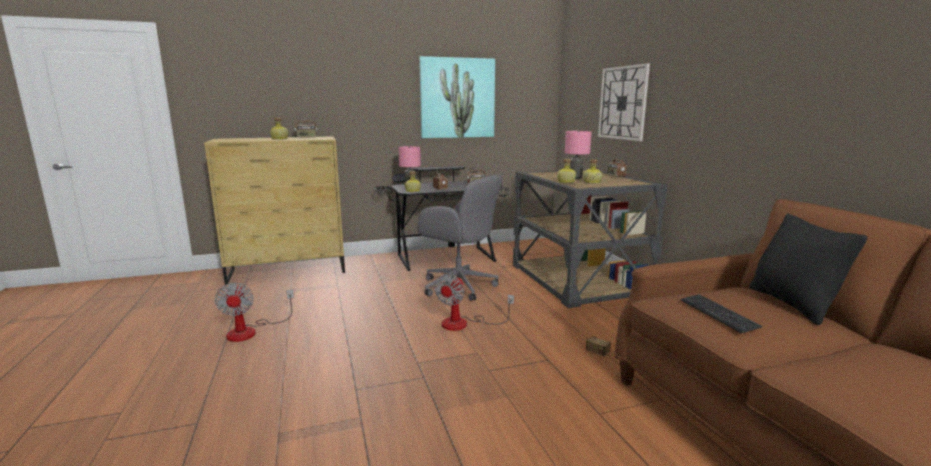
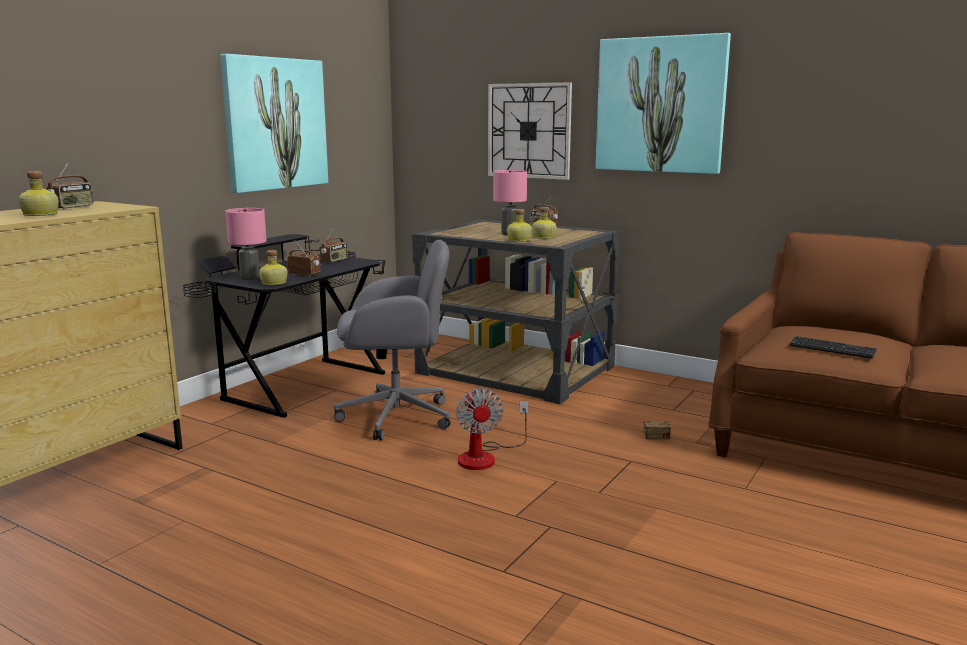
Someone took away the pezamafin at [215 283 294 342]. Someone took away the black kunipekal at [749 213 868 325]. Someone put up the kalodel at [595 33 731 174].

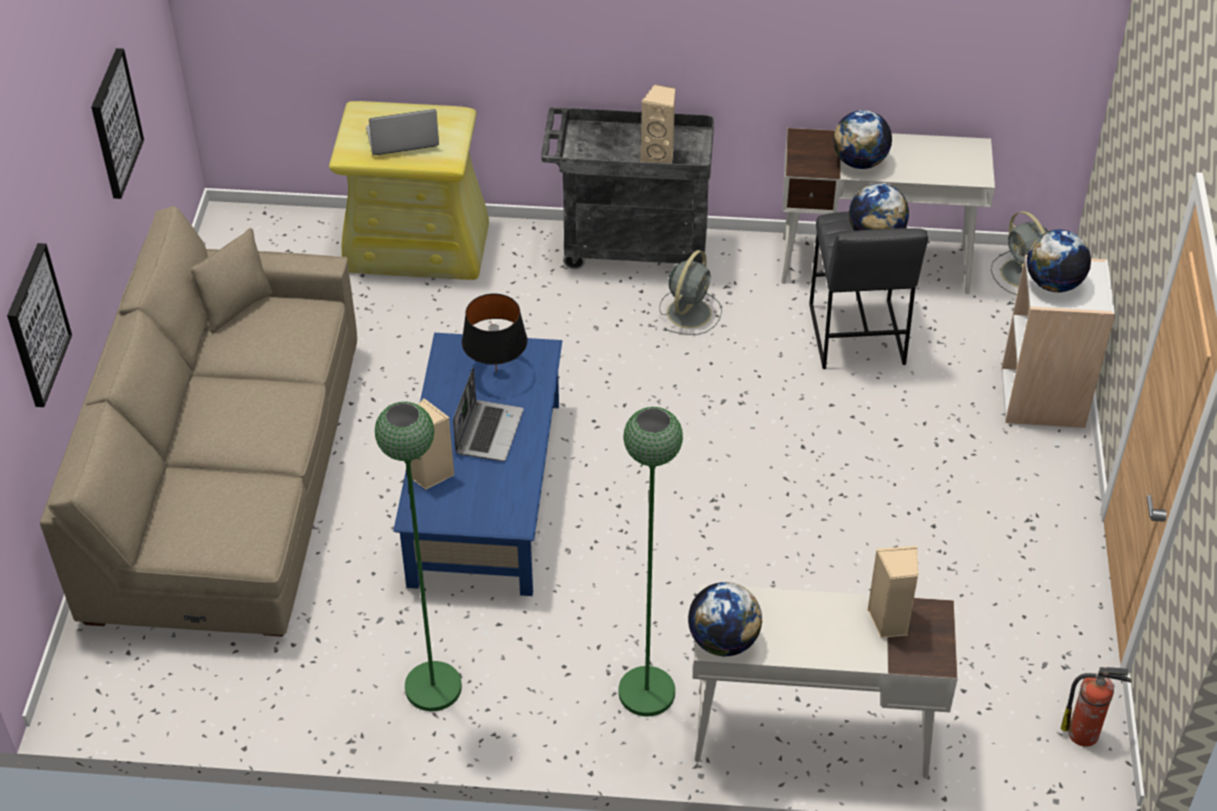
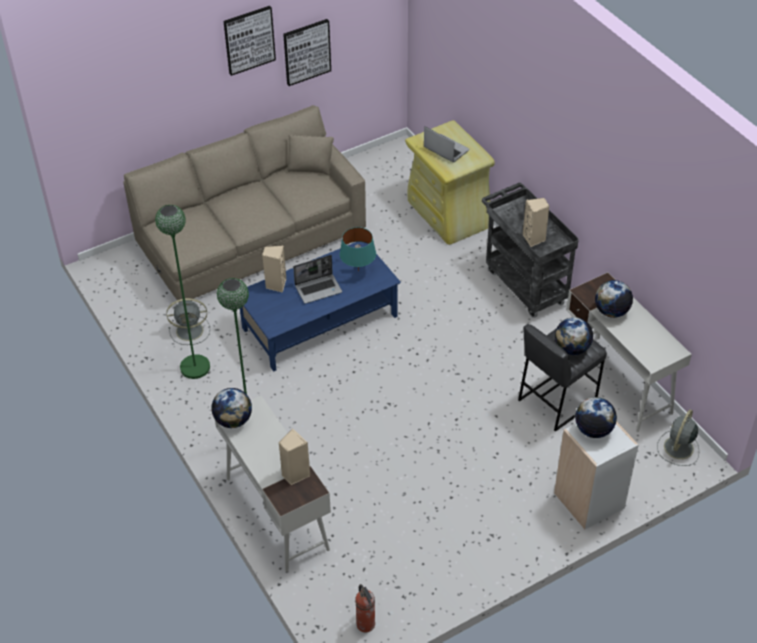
Someone carried the kalodel from [7 243 72 407] to [223 6 276 76]. Someone carried the grey pezamafin from [659 250 722 335] to [166 298 210 345]. Someone repainted the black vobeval at [462 294 527 372], which became the turquoise vobeval at [340 227 376 272].

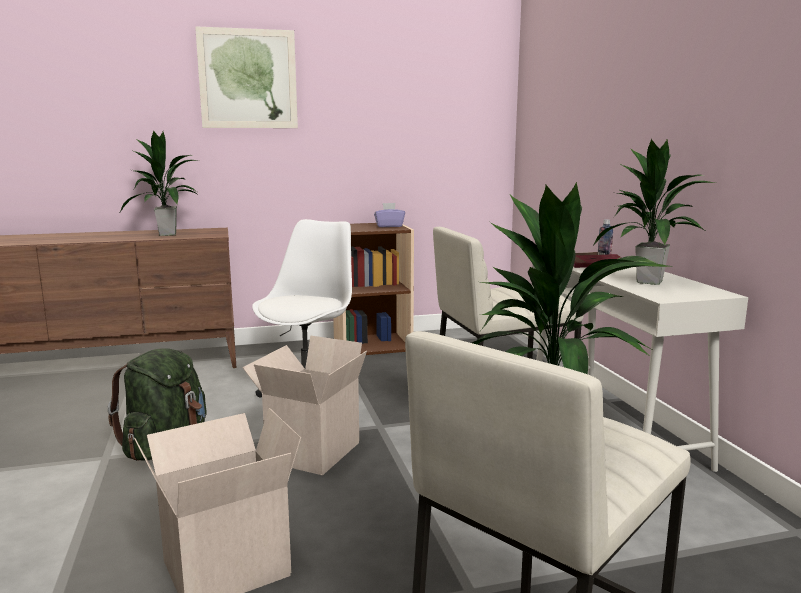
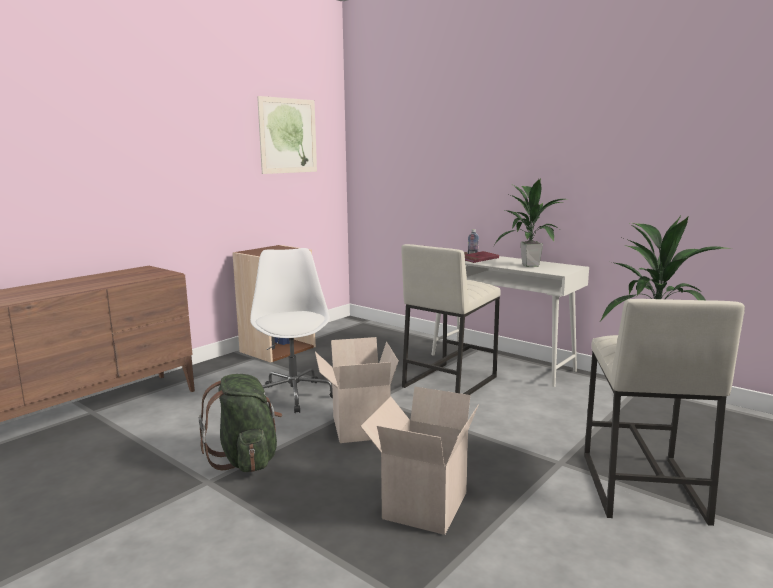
Someone took away the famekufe at [120 131 200 236]. Someone took away the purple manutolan at [374 203 405 227]. Someone carried the kalodel from [195 26 298 128] to [257 96 317 174].

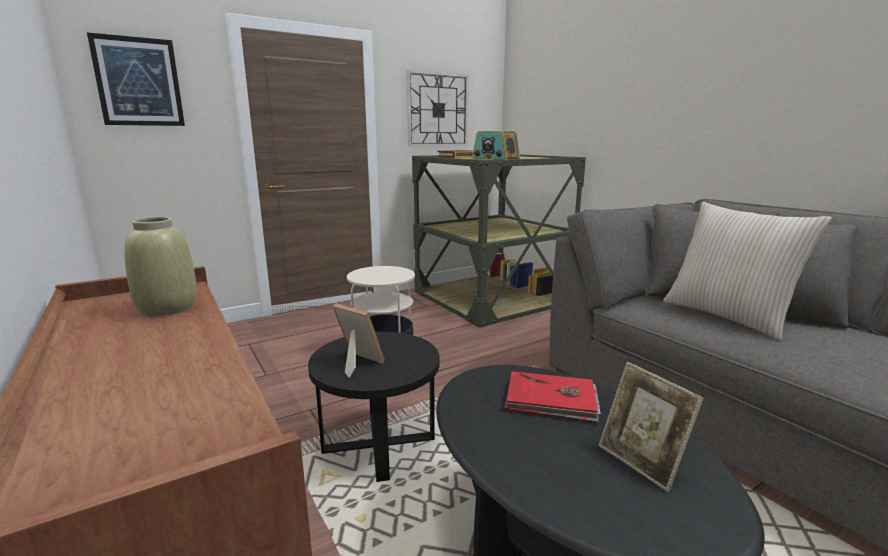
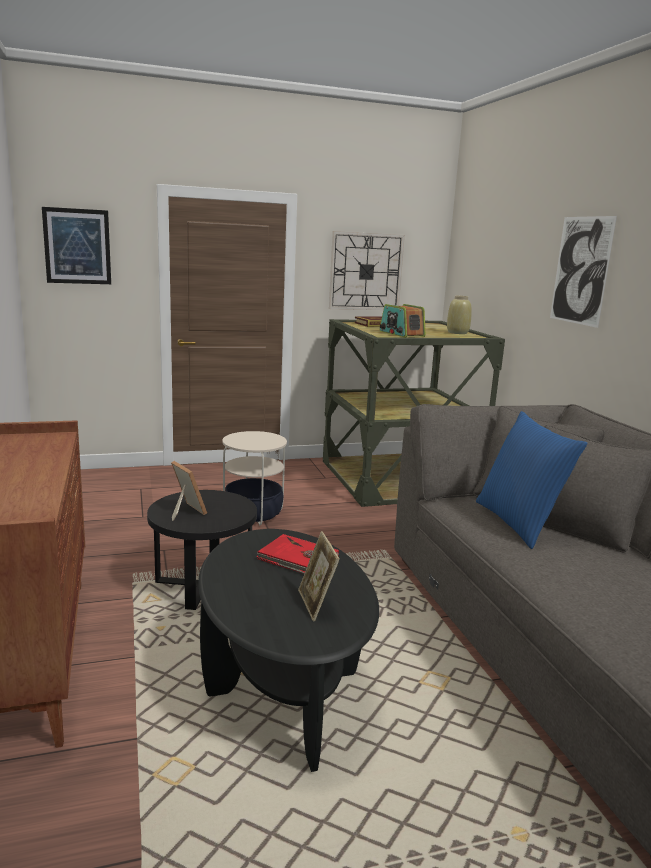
Someone put up the kalodel at [550 216 617 328]. Someone carried the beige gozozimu from [124 217 197 316] to [447 295 472 334]. Someone repainted the beige kunipekal at [663 202 832 341], which became the blue kunipekal at [476 411 587 549].

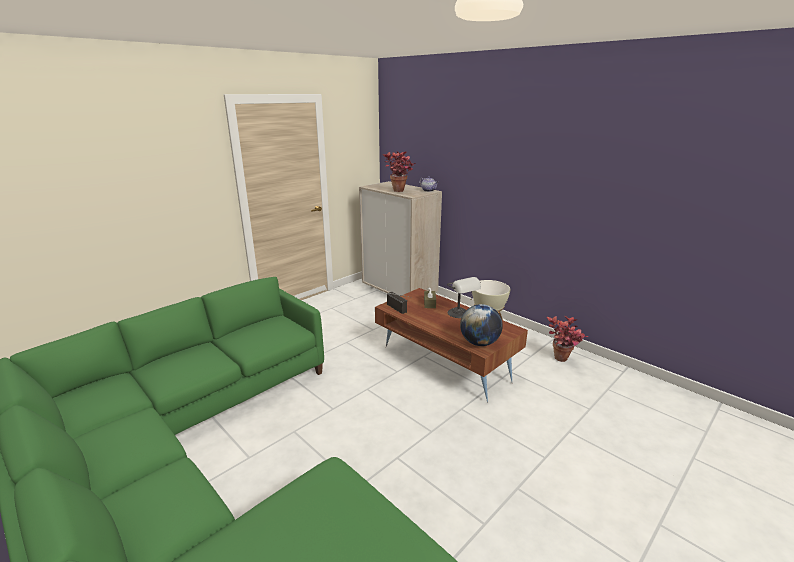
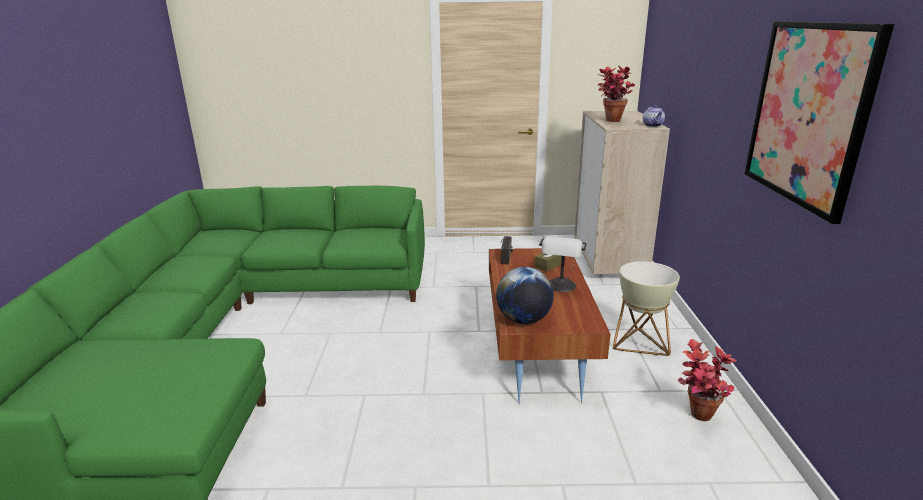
Someone put up the kalodel at [744 21 894 224].

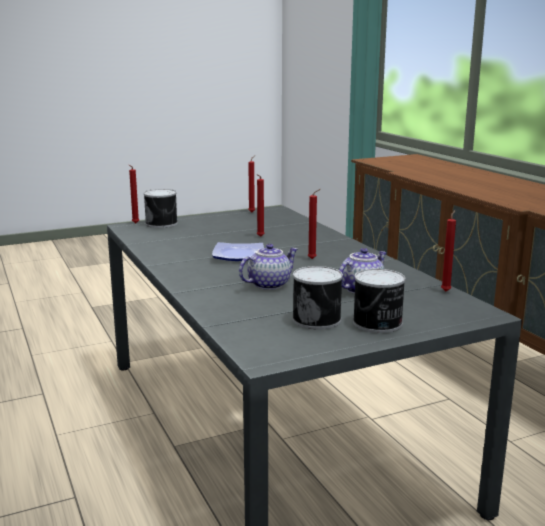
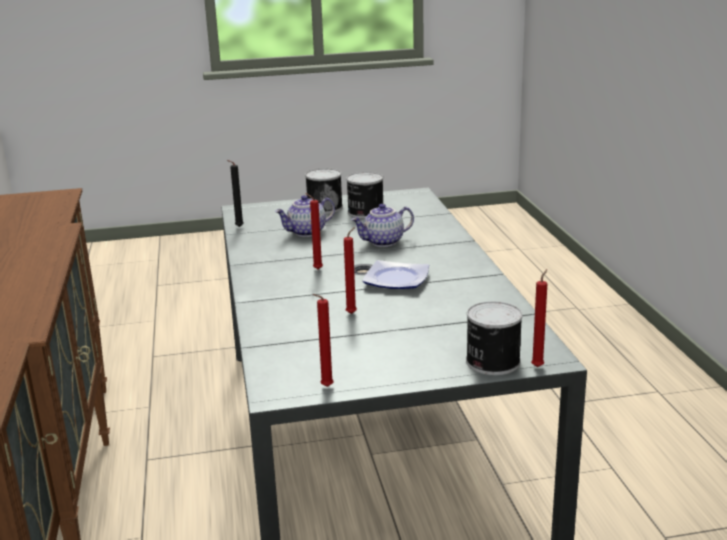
Someone repainted the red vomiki at [441 210 456 291], which became the black vomiki at [227 160 244 227].

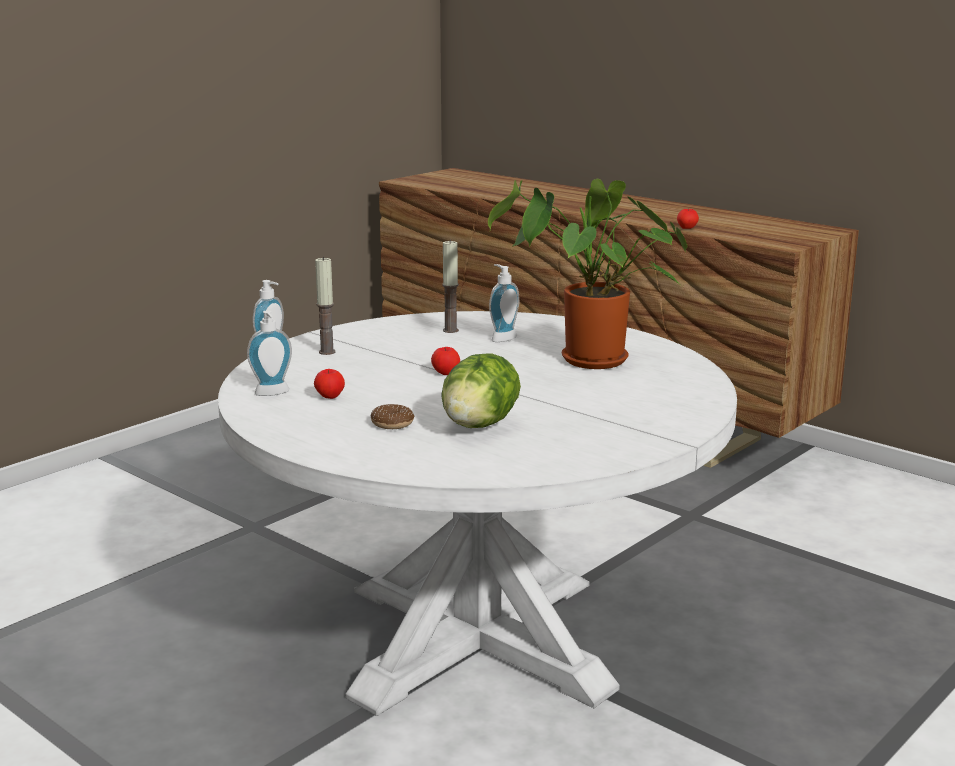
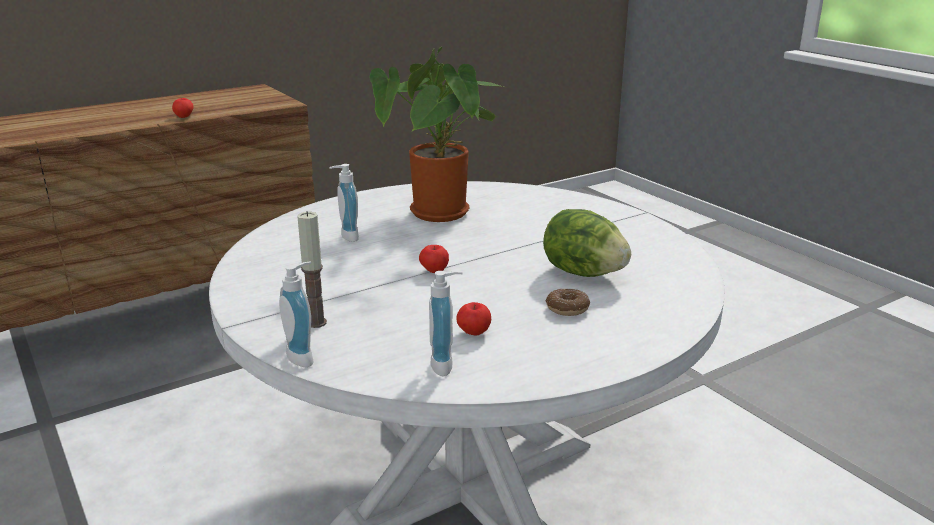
Someone took away the vomiki at [442 240 459 333].

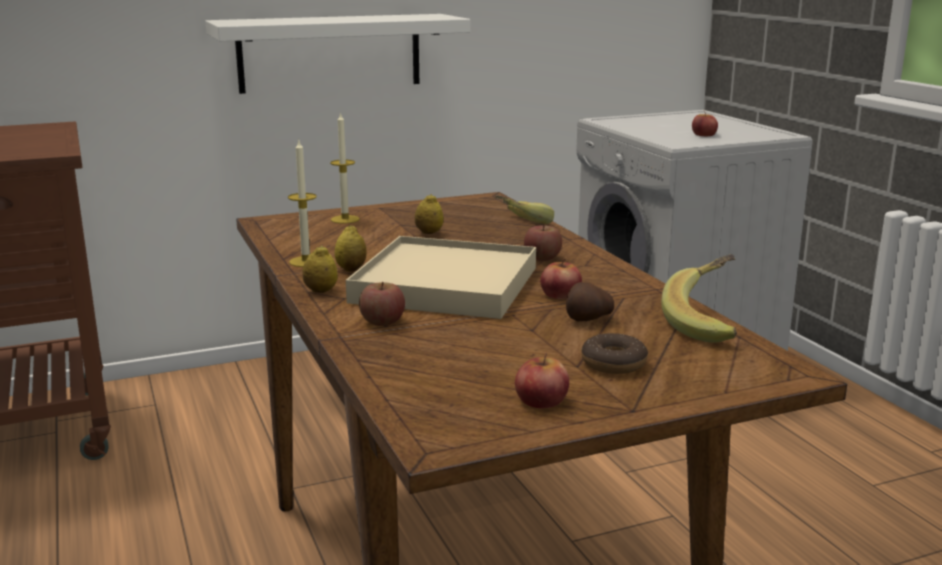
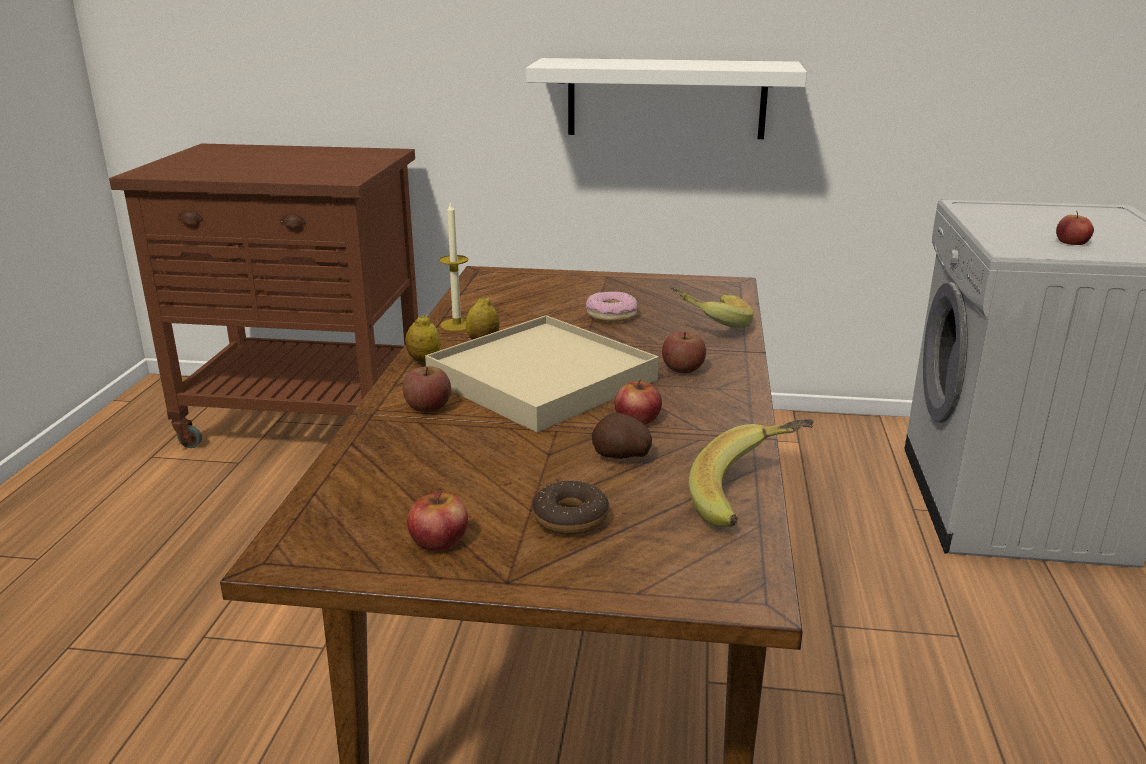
Someone took away the vomiki at [330 112 360 224]. Someone swapped the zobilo at [415 194 443 234] for the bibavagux at [586 291 637 322].

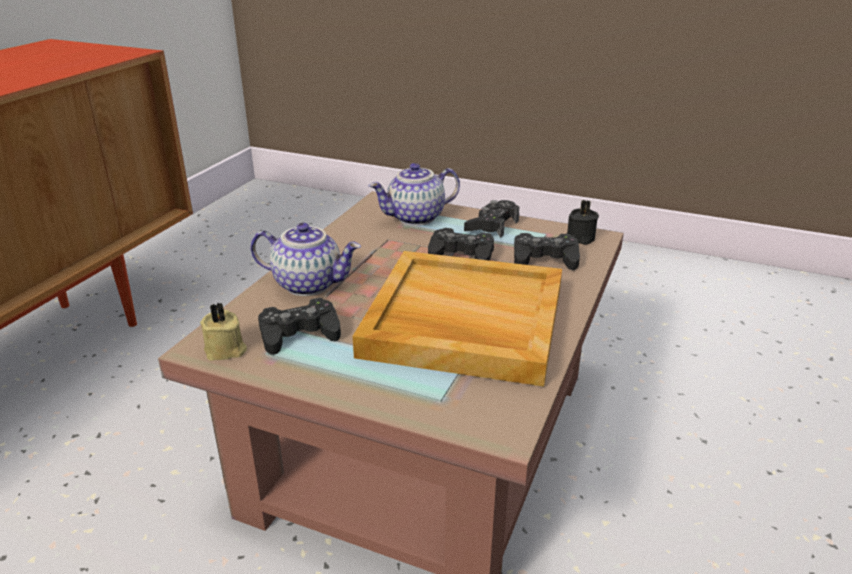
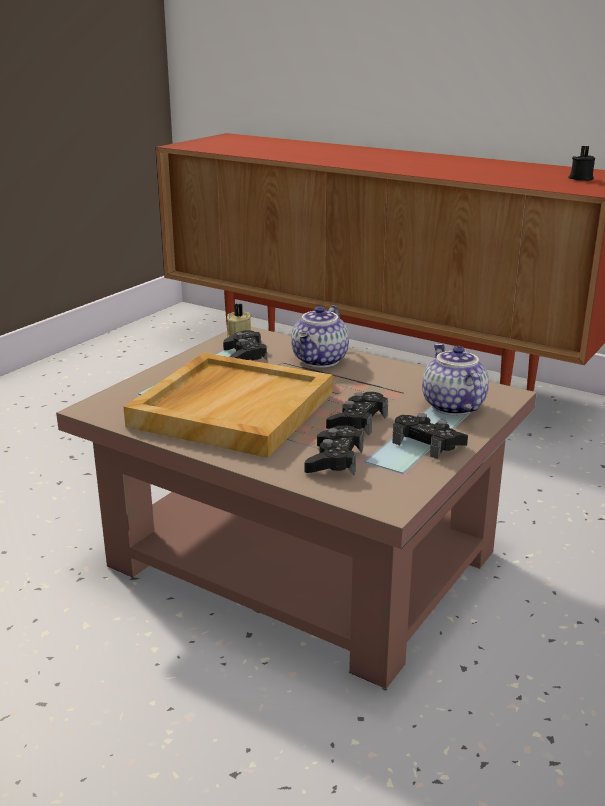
Someone carried the black vomiki from [566 200 599 245] to [569 146 595 181].

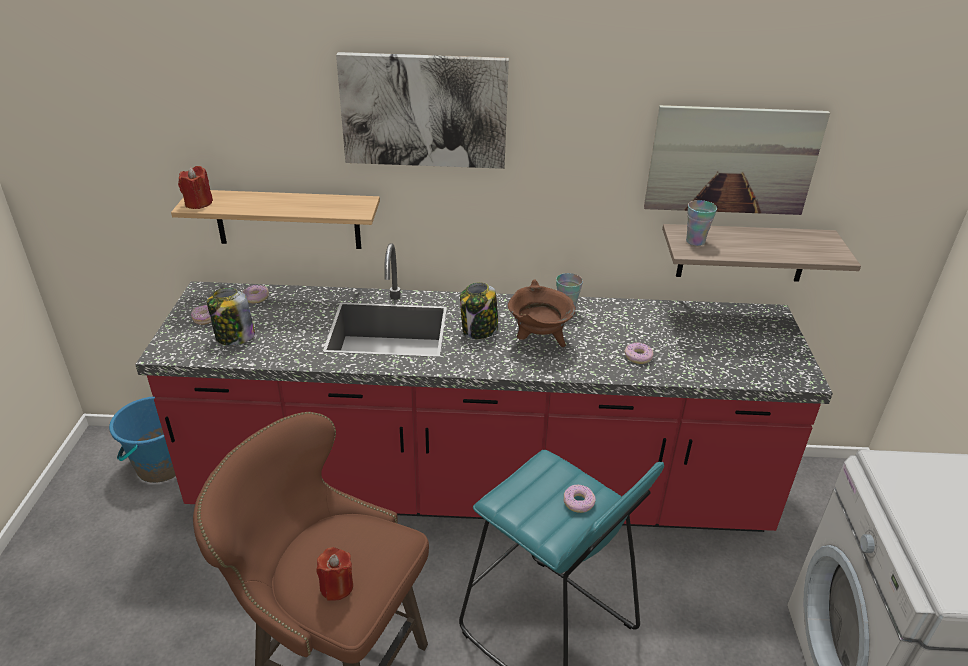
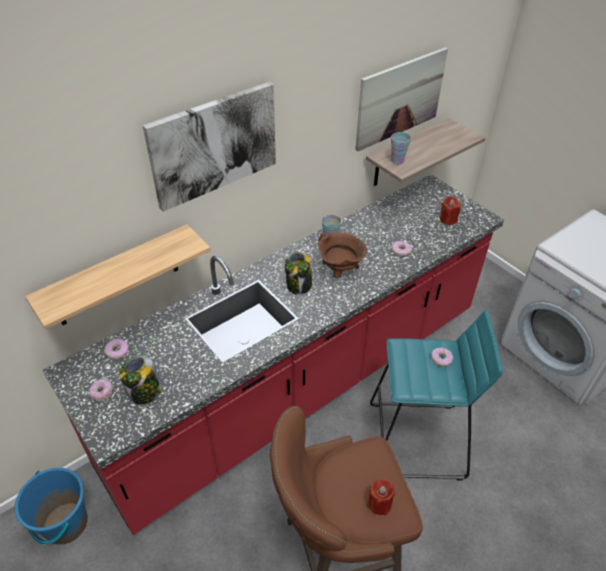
Someone carried the red vomiki from [178 166 213 209] to [440 196 461 225].

